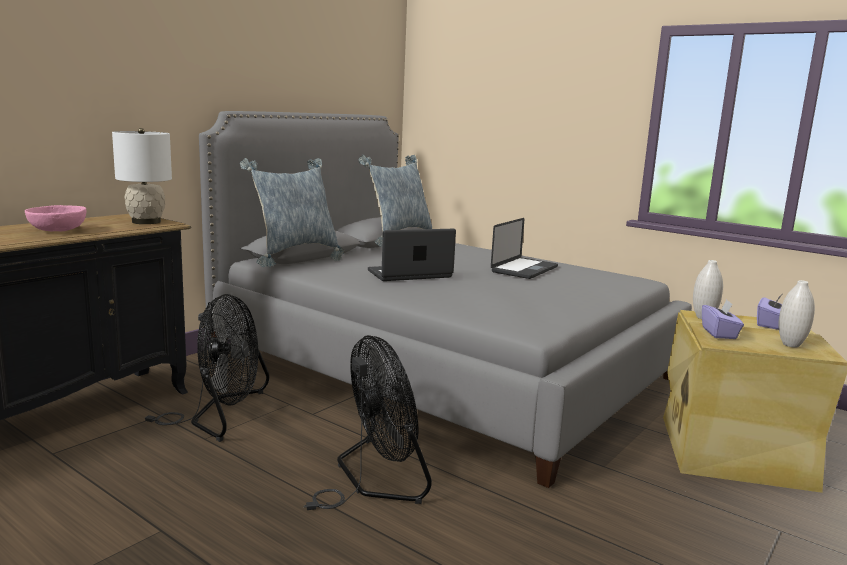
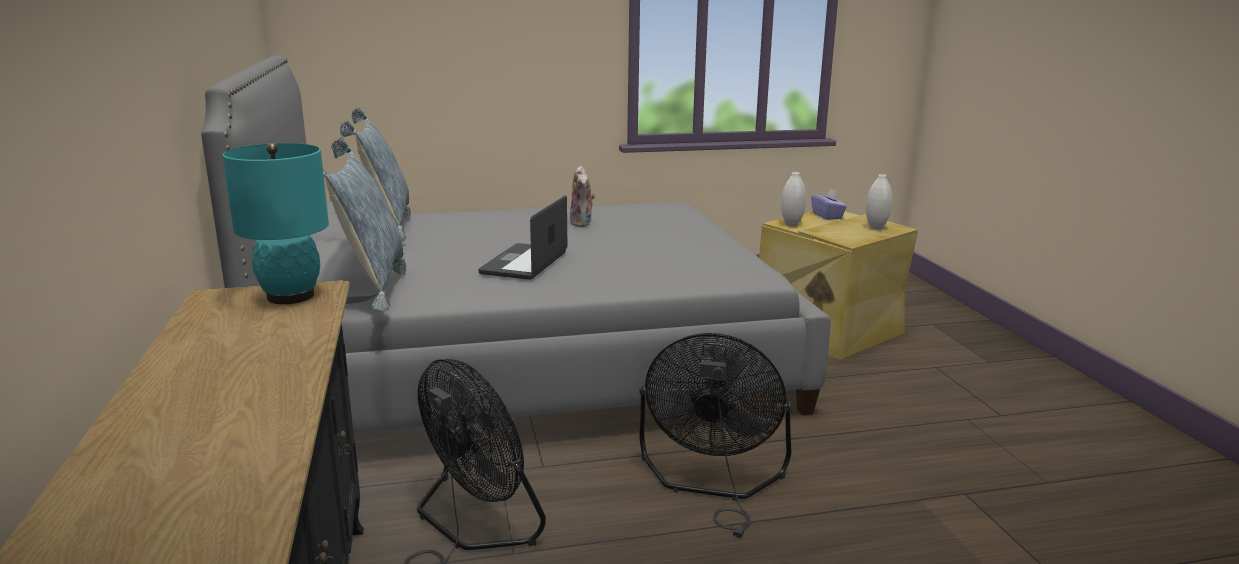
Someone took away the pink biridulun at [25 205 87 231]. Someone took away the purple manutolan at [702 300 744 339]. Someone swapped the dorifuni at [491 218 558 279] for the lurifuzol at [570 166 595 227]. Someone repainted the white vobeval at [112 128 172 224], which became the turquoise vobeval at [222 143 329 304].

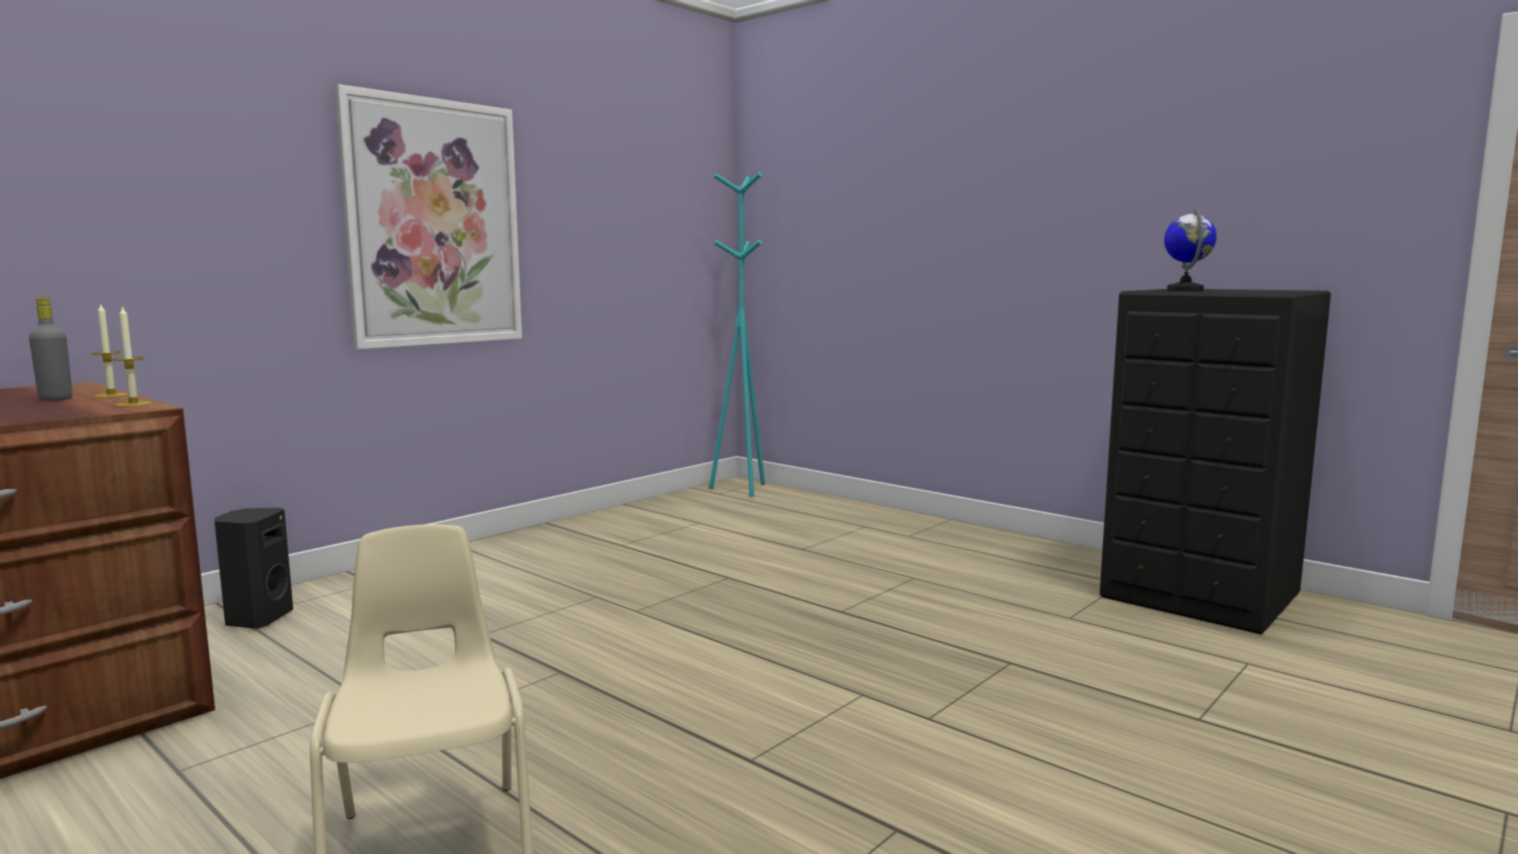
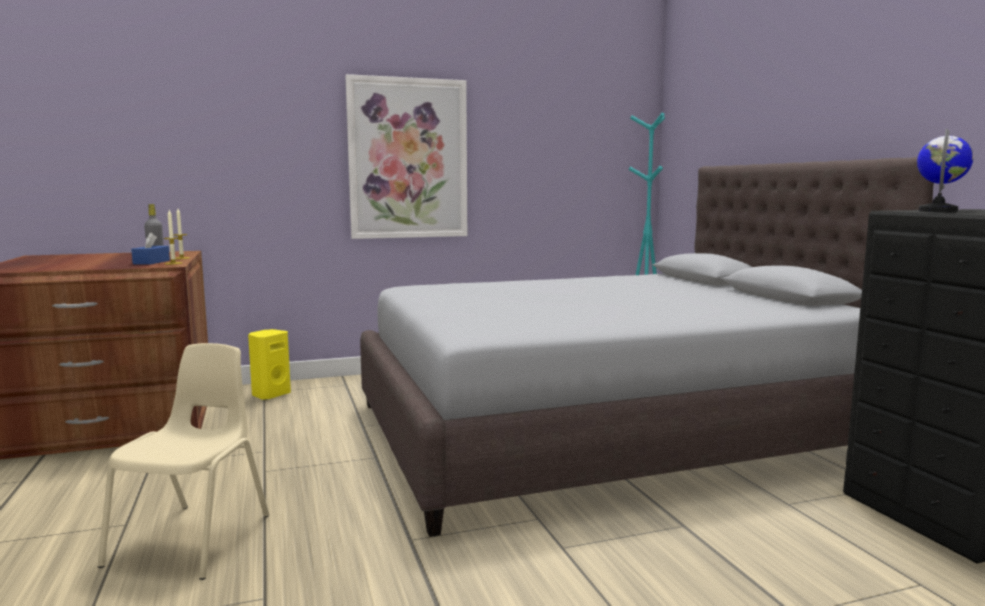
Someone put down the blue manutolan at [131 232 170 265]. Someone put down the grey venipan at [360 157 934 537]. Someone repainted the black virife at [215 508 293 629], which became the yellow virife at [248 329 291 400].

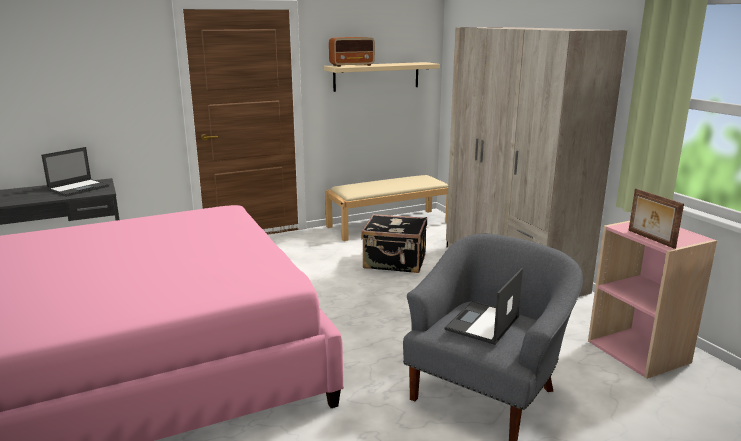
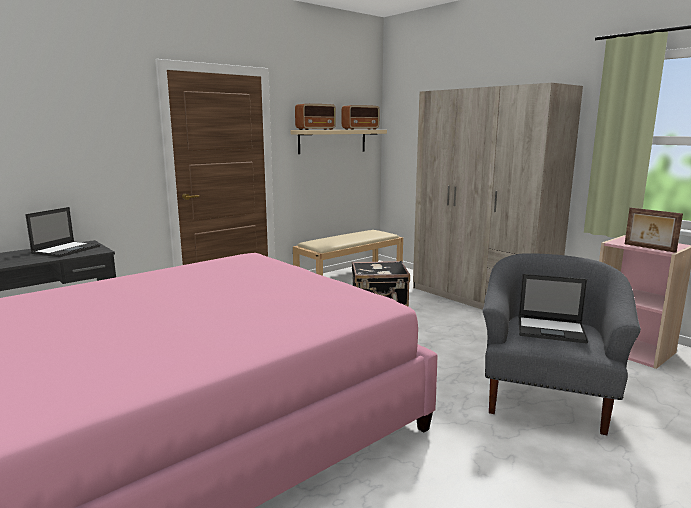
Someone put down the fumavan at [342 105 380 130]. Someone rotated the dorifuni at [445 268 523 345] by 90 degrees counterclockwise.

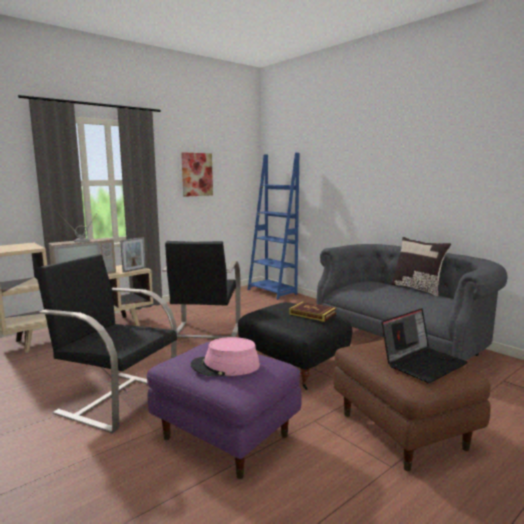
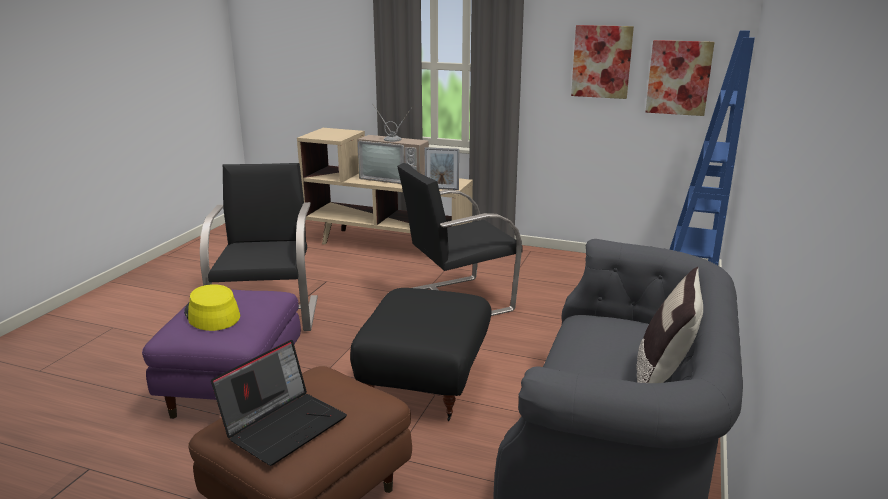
Someone took away the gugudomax at [289 301 337 322]. Someone put up the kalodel at [645 40 715 116]. Someone repainted the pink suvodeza at [190 337 260 376], which became the yellow suvodeza at [184 284 240 331]. Someone rotated the dorifuni at [382 308 468 383] by 75 degrees counterclockwise.

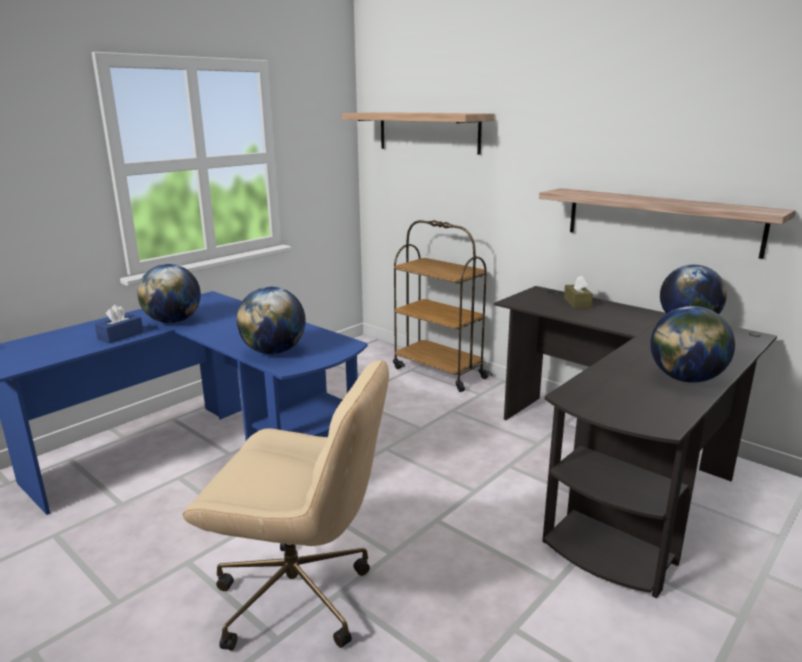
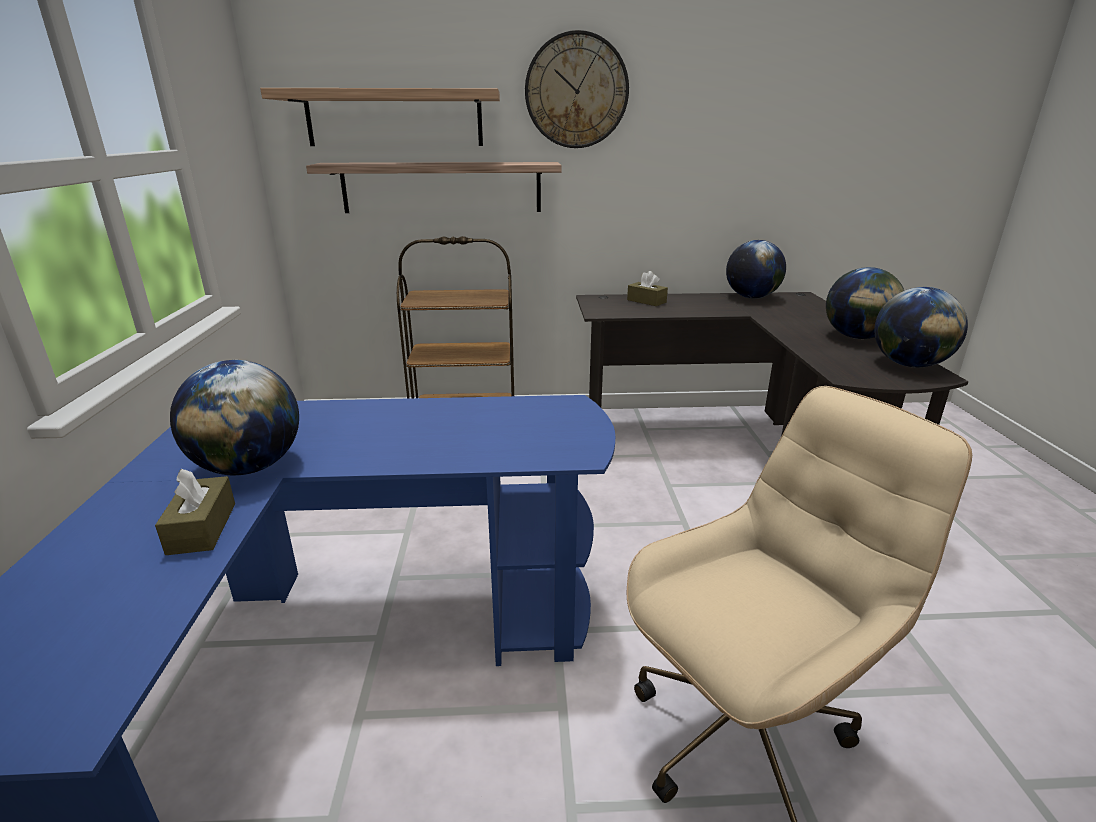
Someone put up the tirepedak at [525 30 629 148]. Someone carried the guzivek from [236 287 306 355] to [874 287 968 368]. Someone carried the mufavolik from [539 188 796 259] to [306 162 561 213]. Someone repainted the blue manutolan at [95 305 143 344], which became the brown manutolan at [155 468 235 555].

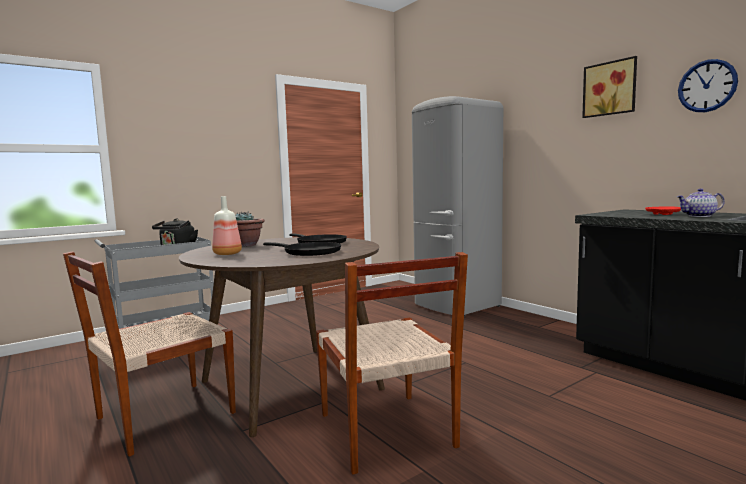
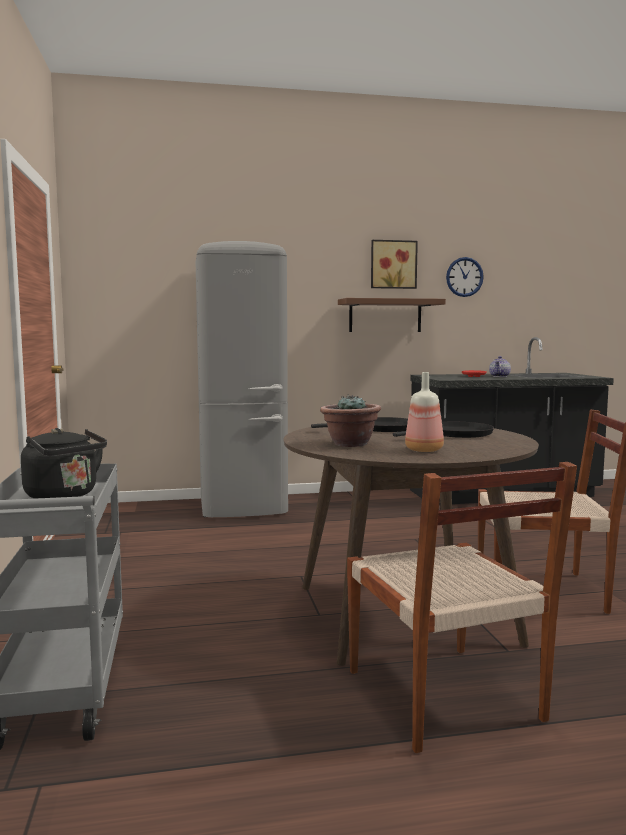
Someone put up the brown mufavolik at [338 298 446 332].

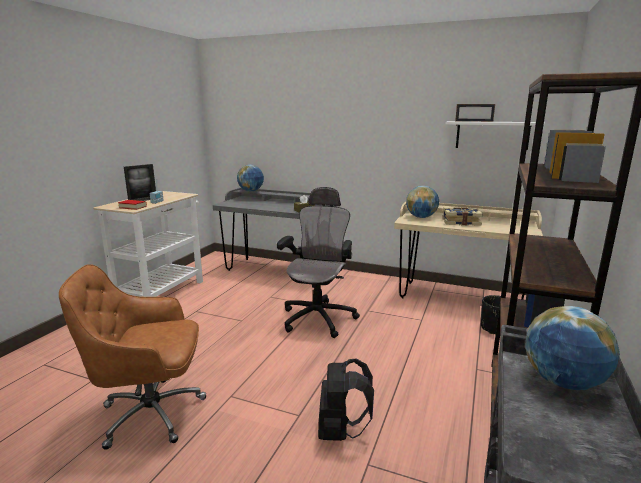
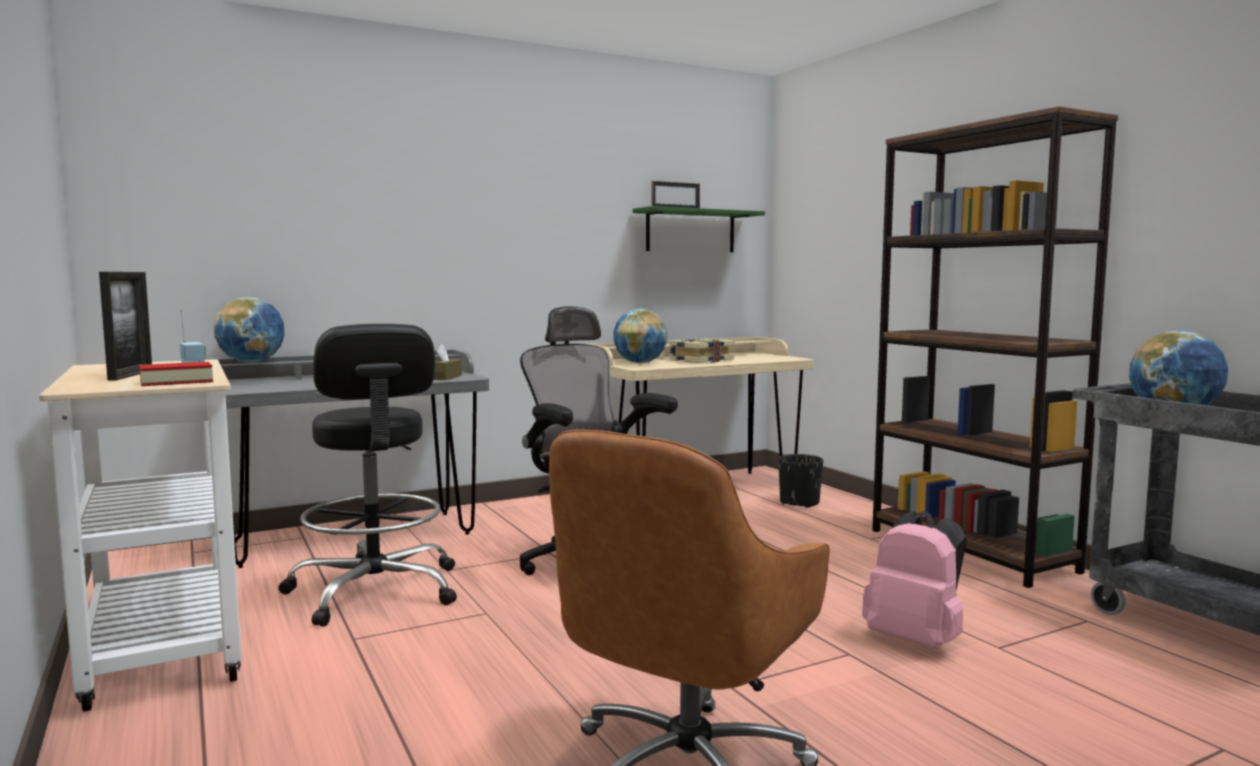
Someone put down the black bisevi at [278 324 457 627]. Someone repainted the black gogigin at [318 359 374 441], which became the pink gogigin at [862 511 967 649]. Someone repainted the white mufavolik at [446 121 545 150], which became the green mufavolik at [633 206 765 252].

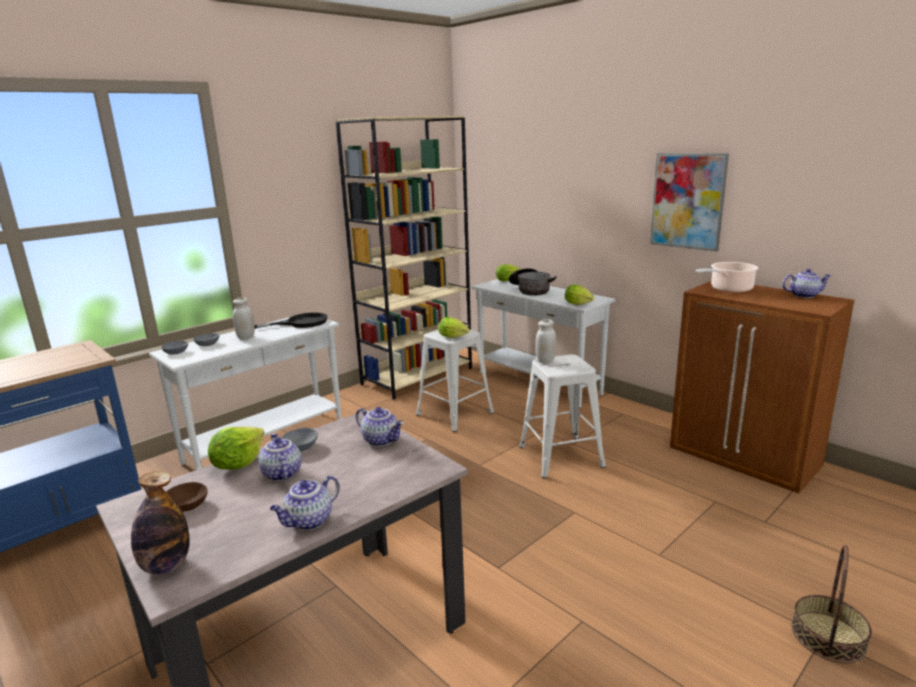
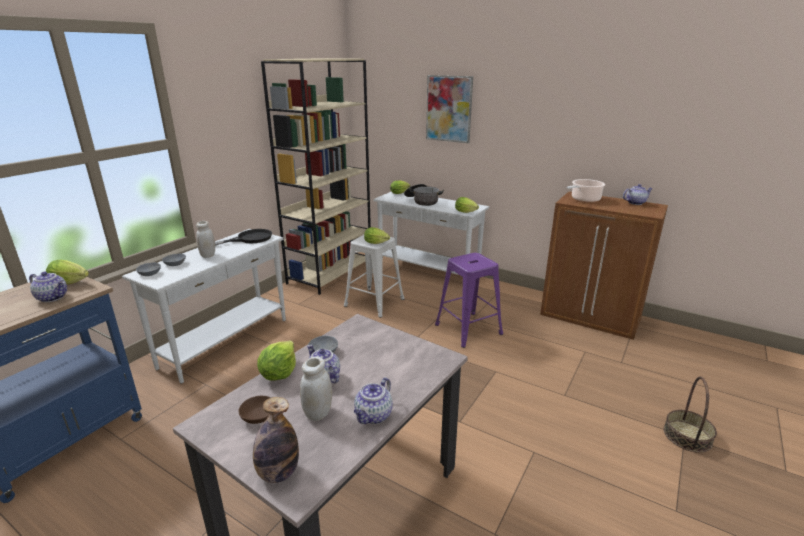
Someone put down the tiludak at [46 260 89 285]. Someone carried the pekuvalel from [356 407 404 447] to [29 272 67 302]. Someone carried the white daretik from [535 319 557 364] to [300 357 332 421]. Someone carried the kalodel from [650 153 729 252] to [426 75 473 143]. Someone repainted the white bisevi at [519 354 606 478], which became the purple bisevi at [435 253 503 348].

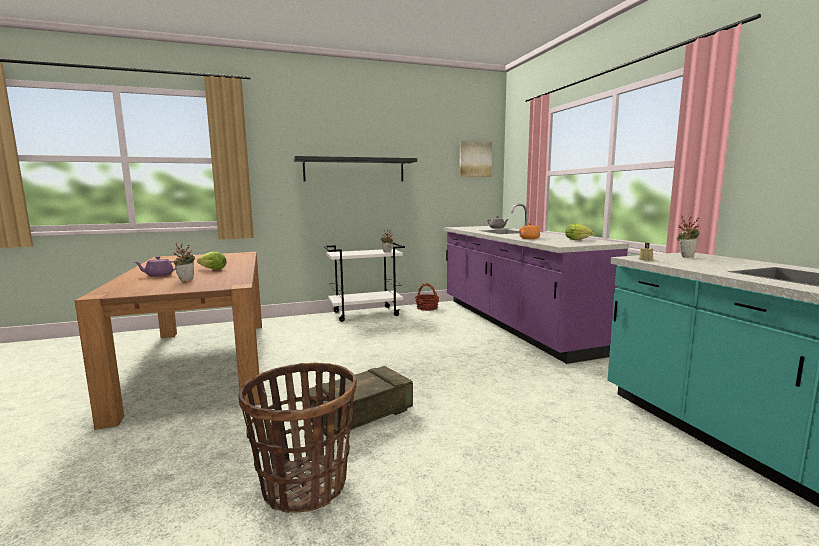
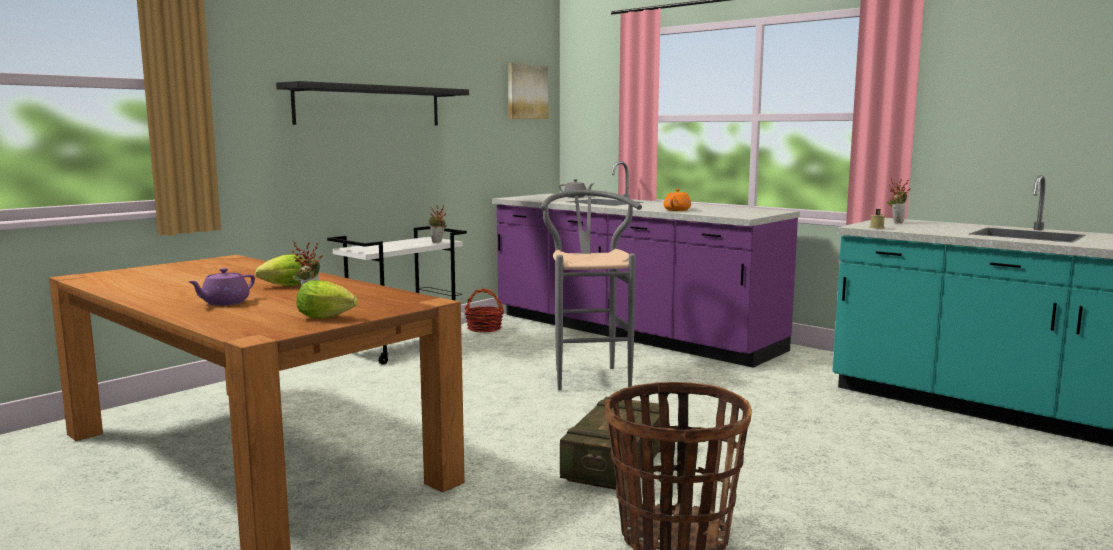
Someone put down the grey bisevi at [540 190 642 391]. Someone carried the tiludak from [565 223 593 240] to [296 280 358 319].

